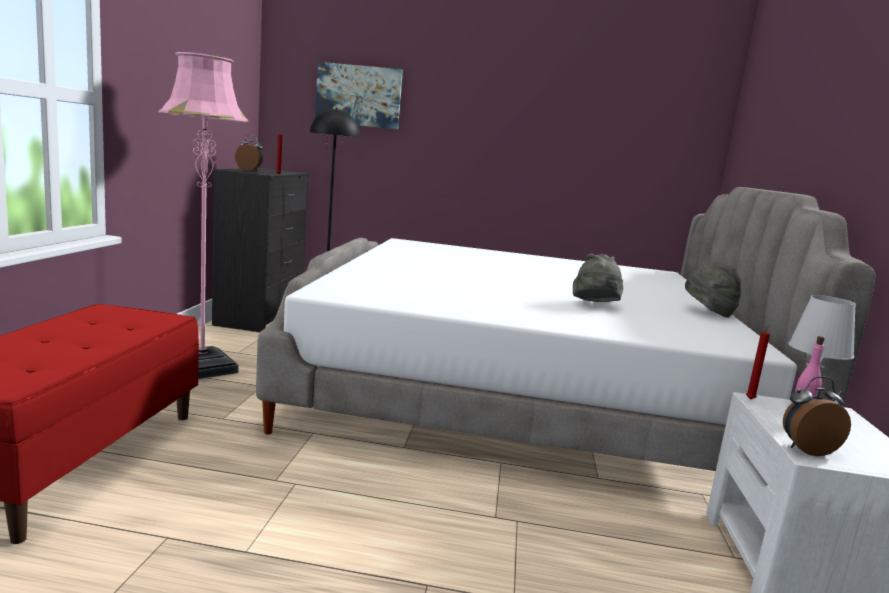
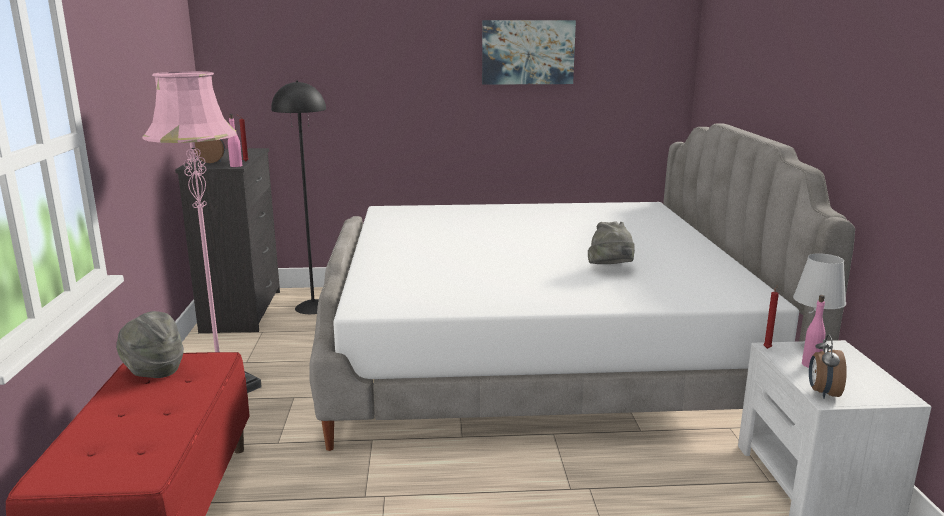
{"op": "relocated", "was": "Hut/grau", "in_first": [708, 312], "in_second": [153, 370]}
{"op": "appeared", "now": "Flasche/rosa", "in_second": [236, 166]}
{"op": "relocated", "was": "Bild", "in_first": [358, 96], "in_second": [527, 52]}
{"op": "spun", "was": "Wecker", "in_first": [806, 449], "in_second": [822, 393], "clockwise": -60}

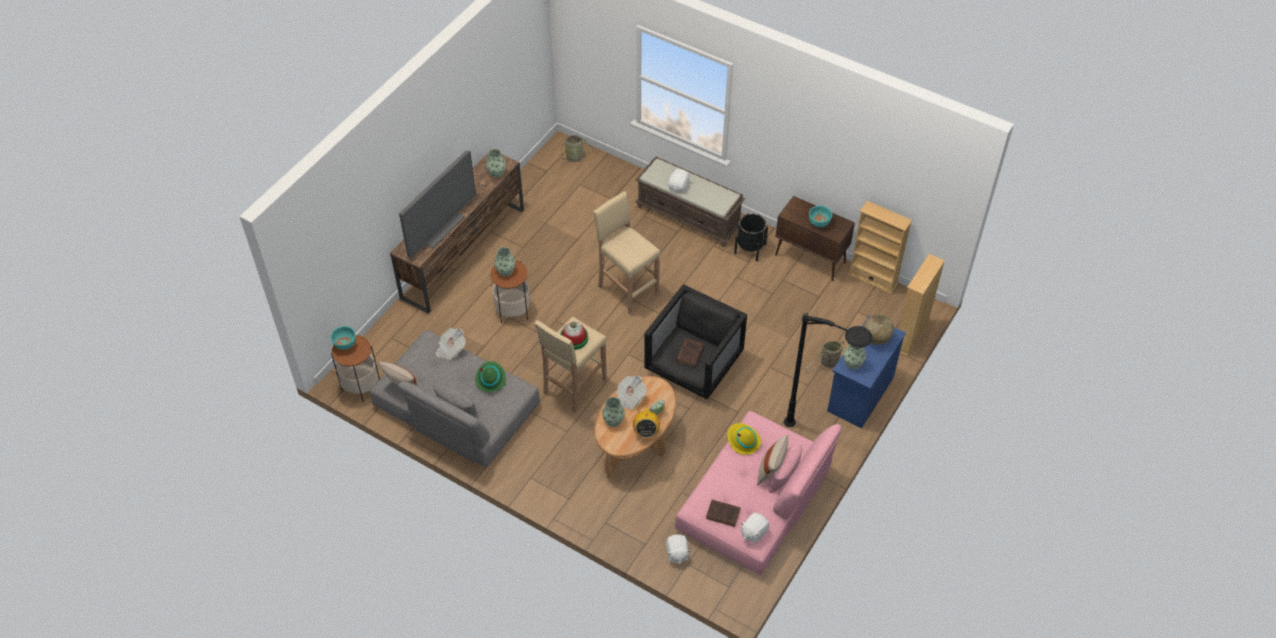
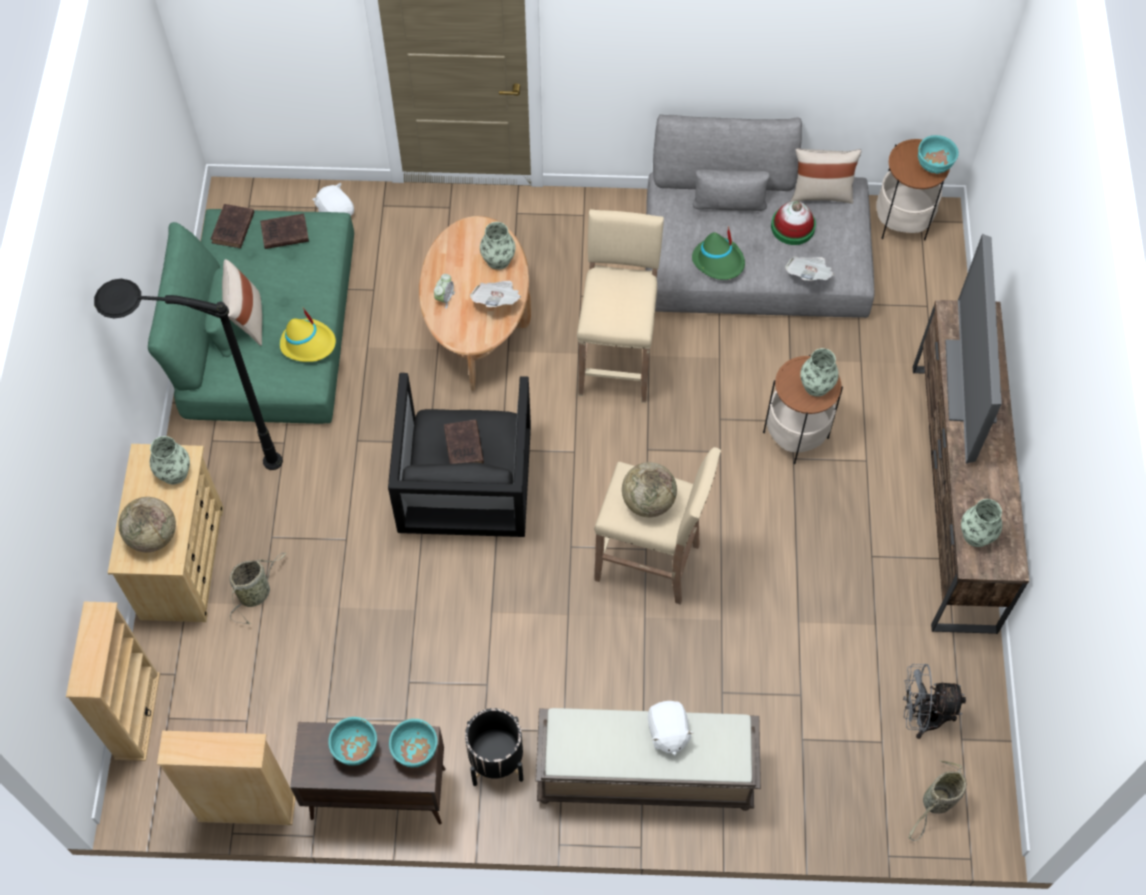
{"op": "colour", "was": "Kommode/blau", "now": "Kommode/beige", "in_first": [860, 394], "in_second": [182, 562]}
{"op": "colour", "was": "Sofa/rosa", "now": "Sofa/grün", "in_first": [755, 499], "in_second": [269, 326]}
{"op": "exchanged", "was": "Plüschtier/weiß", "now": "Buch/braun", "in_first": [753, 532], "in_second": [232, 229]}
{"op": "appeared", "now": "Schüssel/türkis", "in_second": [414, 751]}
{"op": "appeared", "now": "Globus", "in_second": [648, 501]}
{"op": "relocated", "was": "Hut", "in_first": [574, 338], "in_second": [792, 227]}
{"op": "appeared", "now": "Ventilator/grau", "in_second": [921, 717]}
{"op": "missing", "was": "Radio", "in_first": [646, 432]}

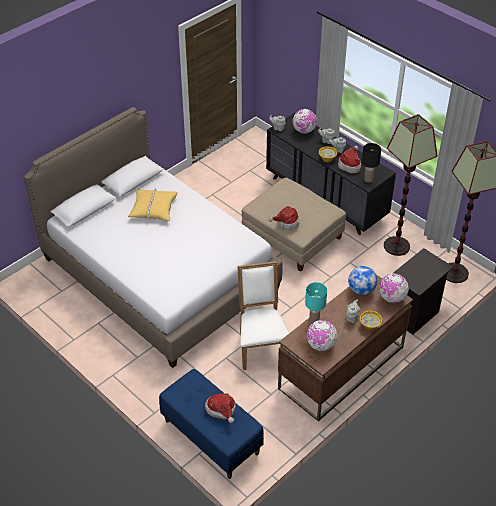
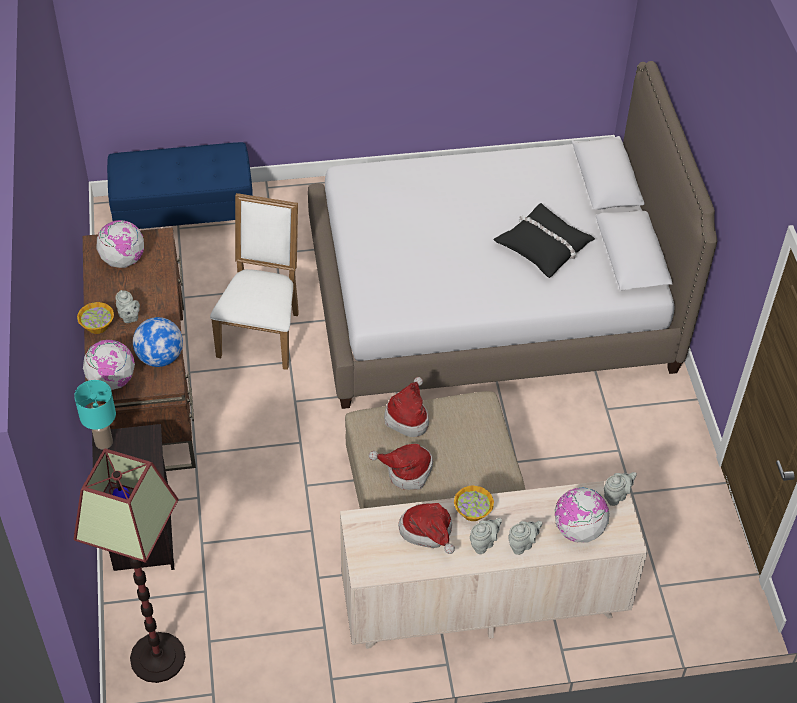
{"op": "relocated", "was": "Tischlampe/türkis", "in_first": [314, 321], "in_second": [103, 442]}
{"op": "spun", "was": "Stuhl/weiß", "in_first": [261, 346], "in_second": [263, 331], "clockwise": -105}
{"op": "colour", "was": "Kommode/schwarz", "now": "Kommode/beige", "in_first": [326, 198], "in_second": [483, 602]}
{"op": "relocated", "was": "Hut", "in_first": [222, 411], "in_second": [406, 471]}
{"op": "colour", "was": "Kissen/gelb", "now": "Kissen/schwarz", "in_first": [153, 209], "in_second": [543, 246]}
{"op": "missing", "was": "Tischlampe/schwarz", "in_first": [368, 179]}
{"op": "missing", "was": "Stehlampe", "in_first": [397, 246]}

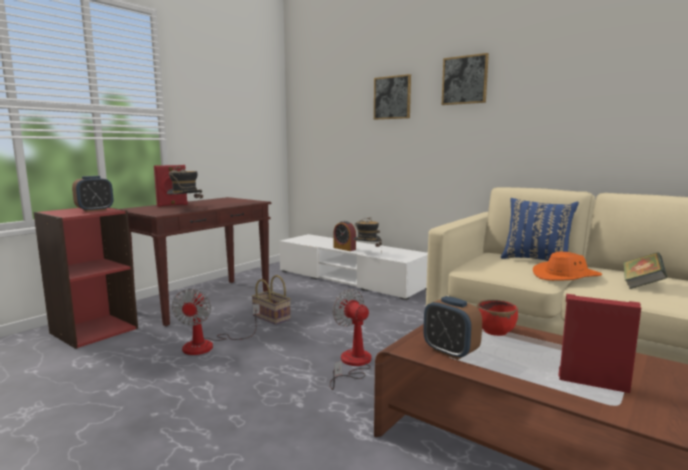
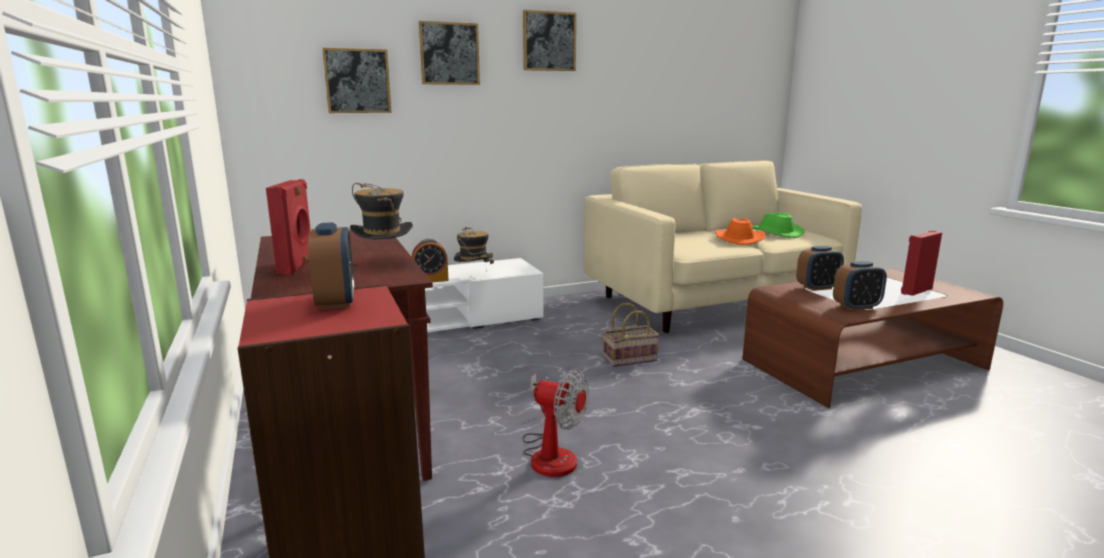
{"op": "appeared", "now": "Bild", "in_second": [357, 81]}
{"op": "relocated", "was": "Korb", "in_first": [272, 317], "in_second": [630, 358]}
{"op": "exchanged", "was": "Buch", "now": "Hut/grün", "in_first": [641, 285], "in_second": [775, 233]}
{"op": "exchanged", "was": "Schüssel/rot", "now": "Wecker", "in_first": [495, 331], "in_second": [817, 287]}
{"op": "missing", "was": "Ventilator", "in_first": [352, 364]}
{"op": "missing", "was": "Kissen/blau", "in_first": [536, 260]}

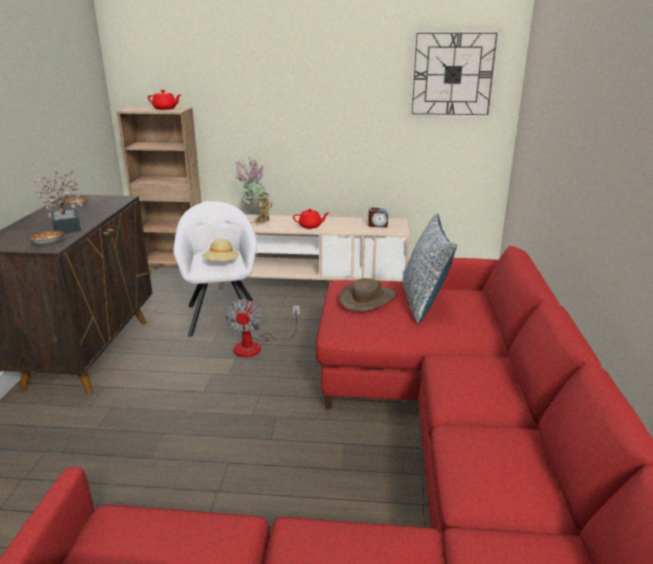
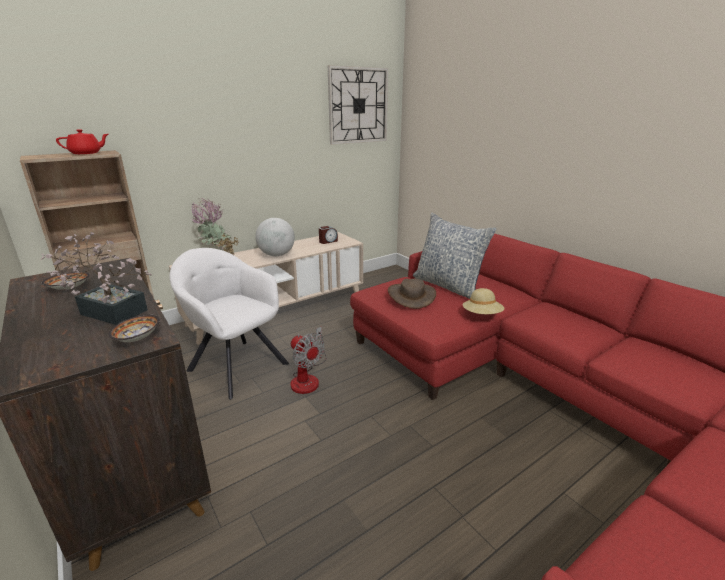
{"op": "exchanged", "was": "Teekanne/rot", "now": "Globus", "in_first": [310, 226], "in_second": [276, 255]}
{"op": "relocated", "was": "Hut/beige", "in_first": [221, 263], "in_second": [482, 315]}

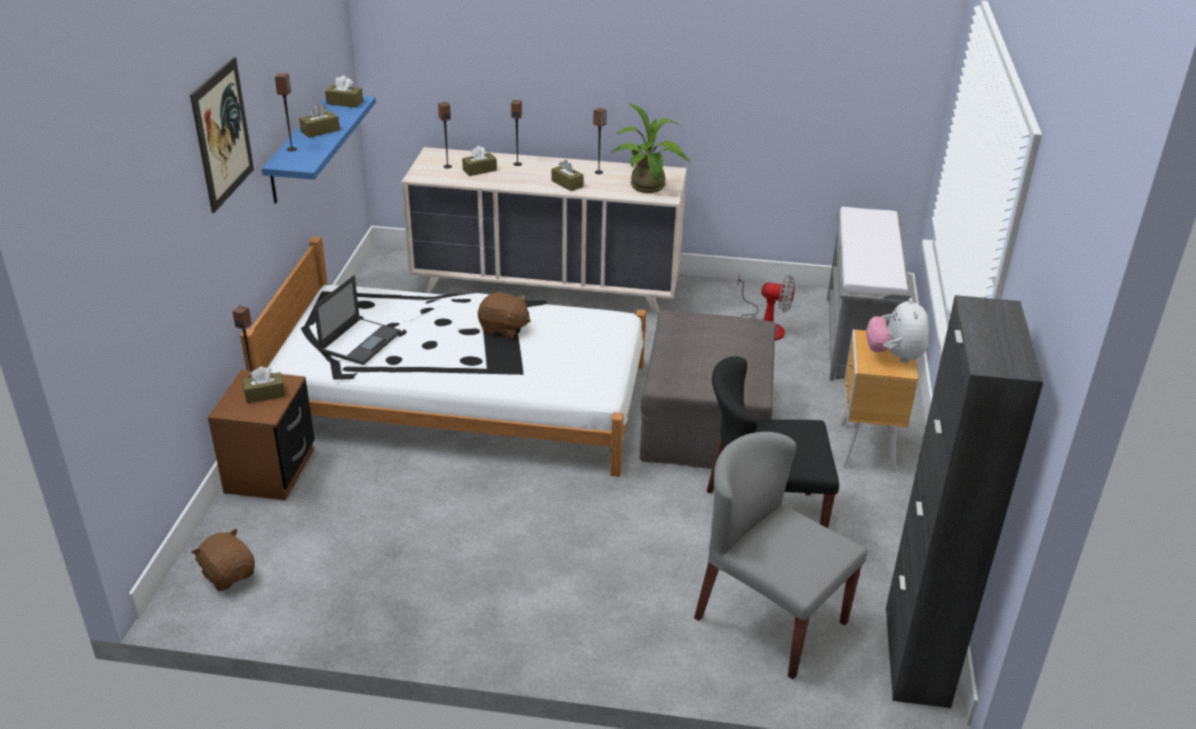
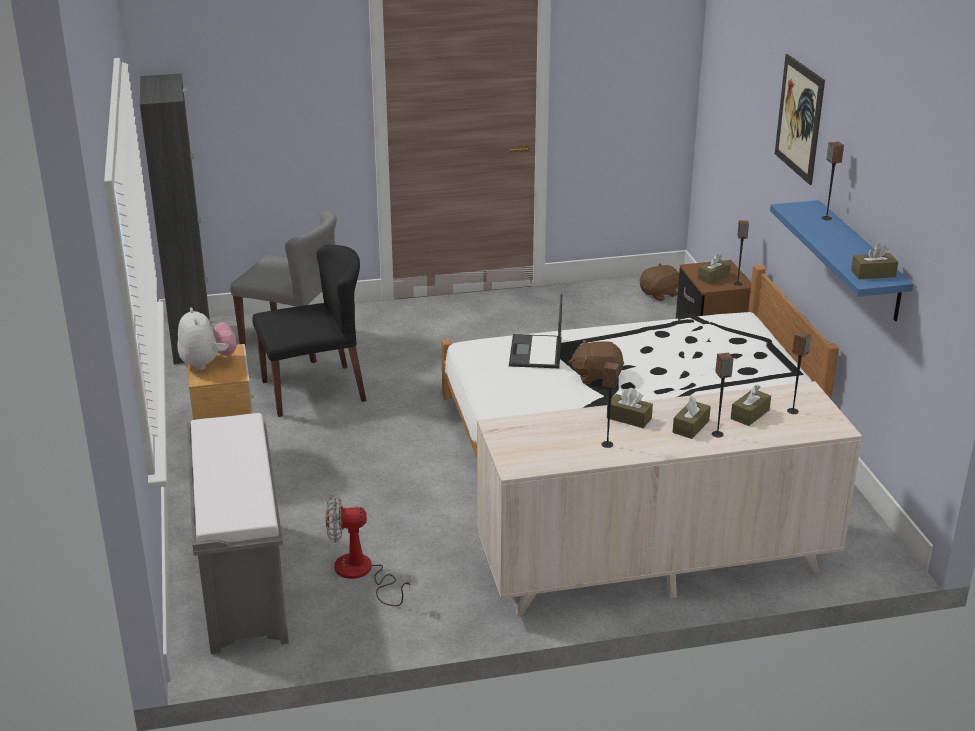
{"op": "relocated", "was": "Laptop", "in_first": [360, 341], "in_second": [536, 352]}
{"op": "spun", "was": "Plüschtier/braun", "in_first": [229, 574], "in_second": [660, 294], "clockwise": -60}
{"op": "relocated", "was": "Taschentuchbox/braun", "in_first": [320, 131], "in_second": [690, 427]}
{"op": "missing", "was": "Topfpflanze", "in_first": [649, 188]}
{"op": "missing", "was": "Polsterhocker/grau", "in_first": [705, 423]}

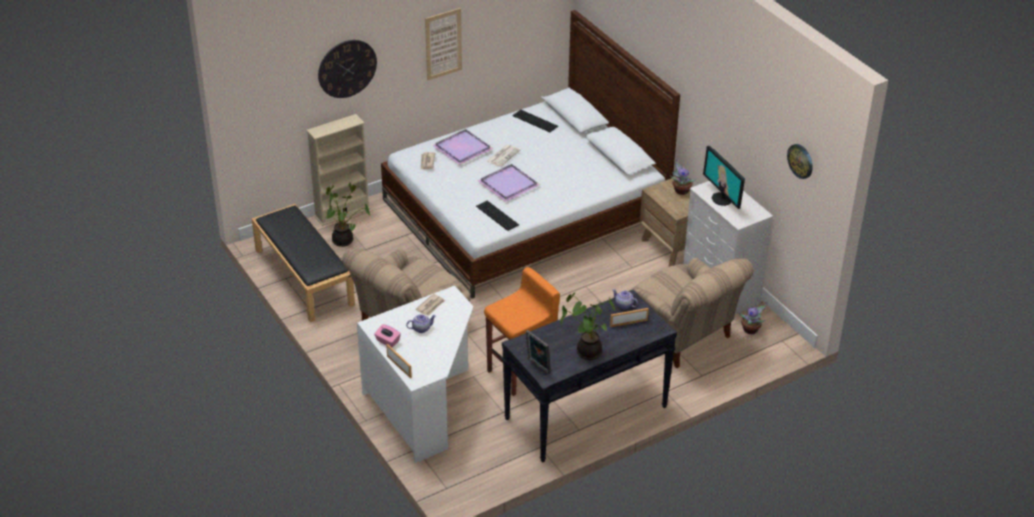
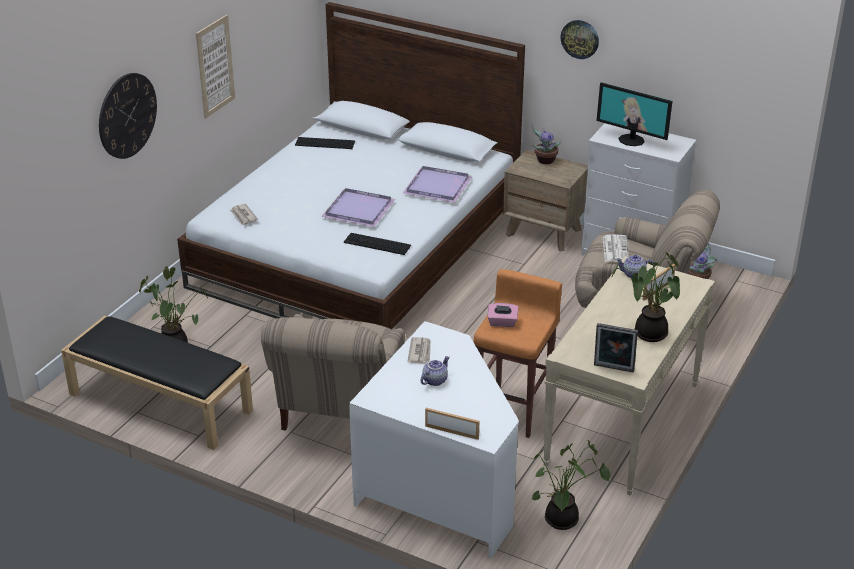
{"op": "relocated", "was": "Tablett/lila", "in_first": [462, 149], "in_second": [438, 187]}
{"op": "relocated", "was": "Taschentuchbox/rosa", "in_first": [387, 341], "in_second": [502, 323]}
{"op": "appeared", "now": "Topfpflanze", "in_second": [562, 522]}
{"op": "colour", "was": "Konsolentisch/schwarz", "now": "Konsolentisch/beige", "in_first": [585, 413], "in_second": [623, 424]}
{"op": "relocated", "was": "Wanduhr", "in_first": [800, 161], "in_second": [580, 39]}
{"op": "relocated", "was": "Zeitung", "in_first": [503, 155], "in_second": [615, 249]}
{"op": "missing", "was": "Bücherregal/beige", "in_first": [342, 212]}

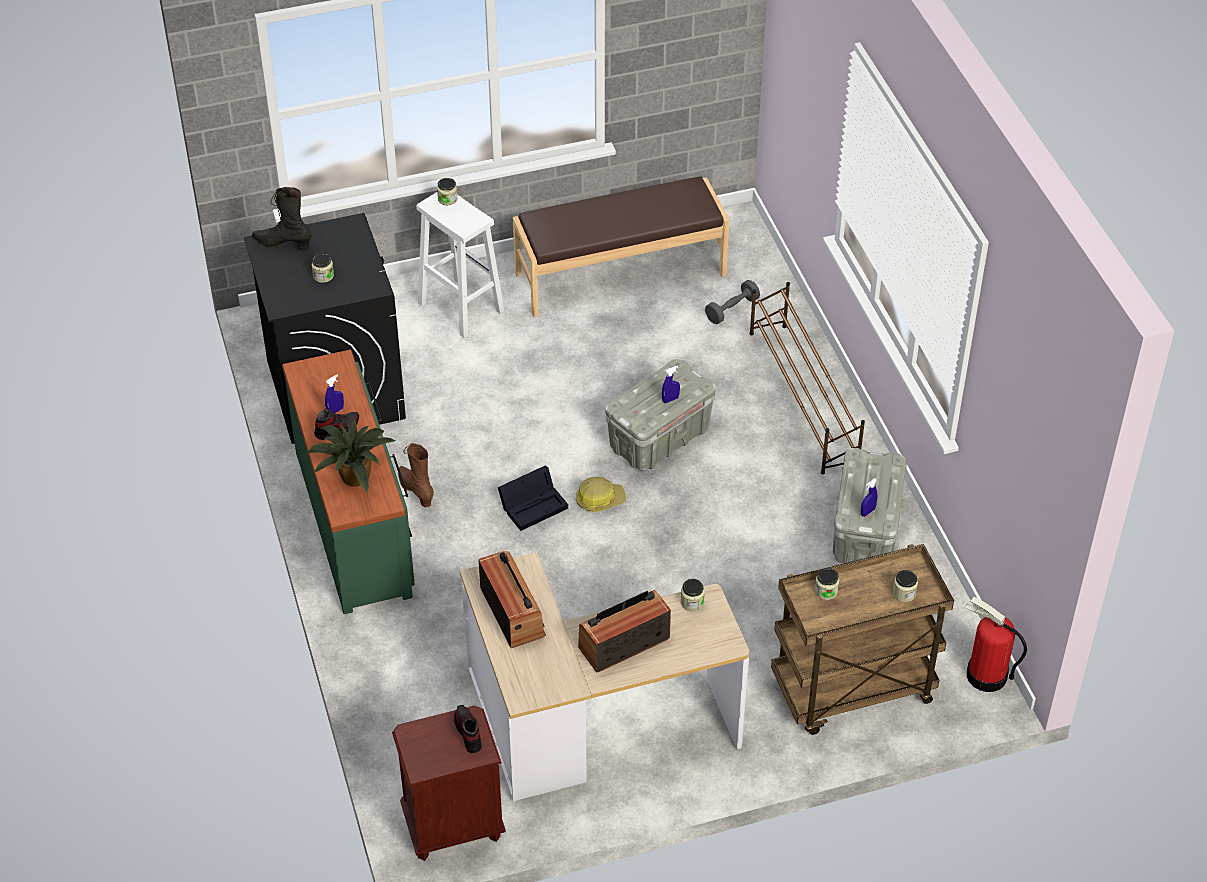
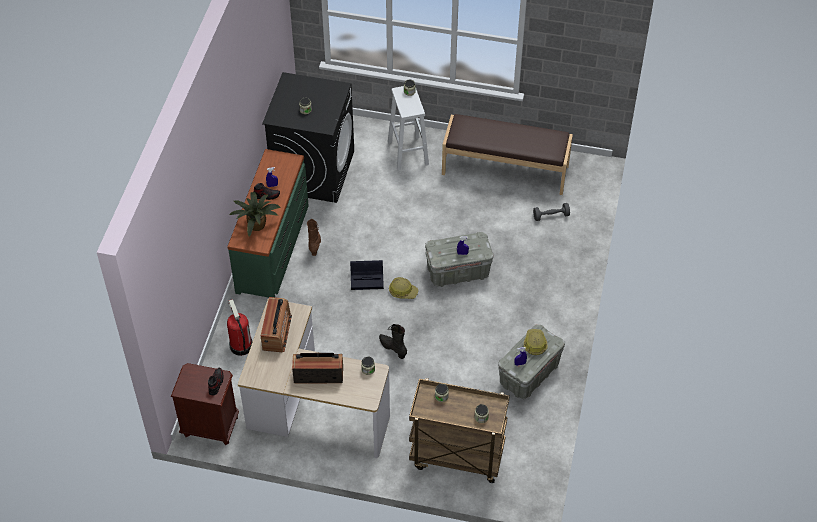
{"op": "relocated", "was": "Feuerlöscher", "in_first": [986, 676], "in_second": [240, 346]}
{"op": "relocated", "was": "Stiefel/schwarz", "in_first": [283, 244], "in_second": [393, 348]}
{"op": "appeared", "now": "Schutzhelm", "in_second": [534, 344]}
{"op": "missing", "was": "Schuhregal/braun", "in_first": [802, 398]}

